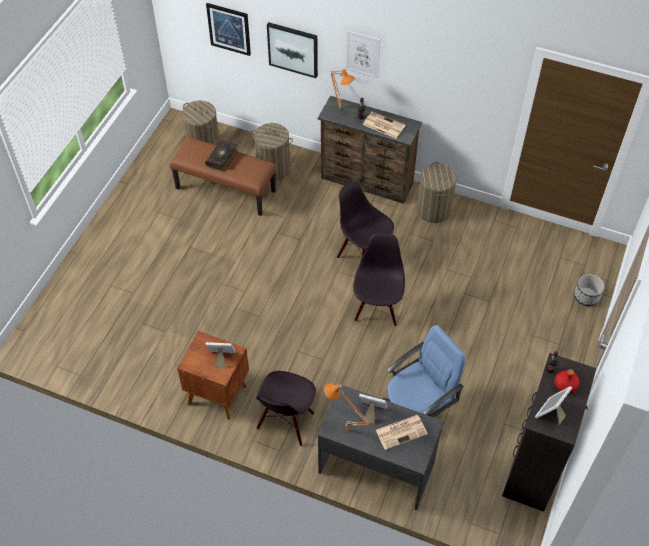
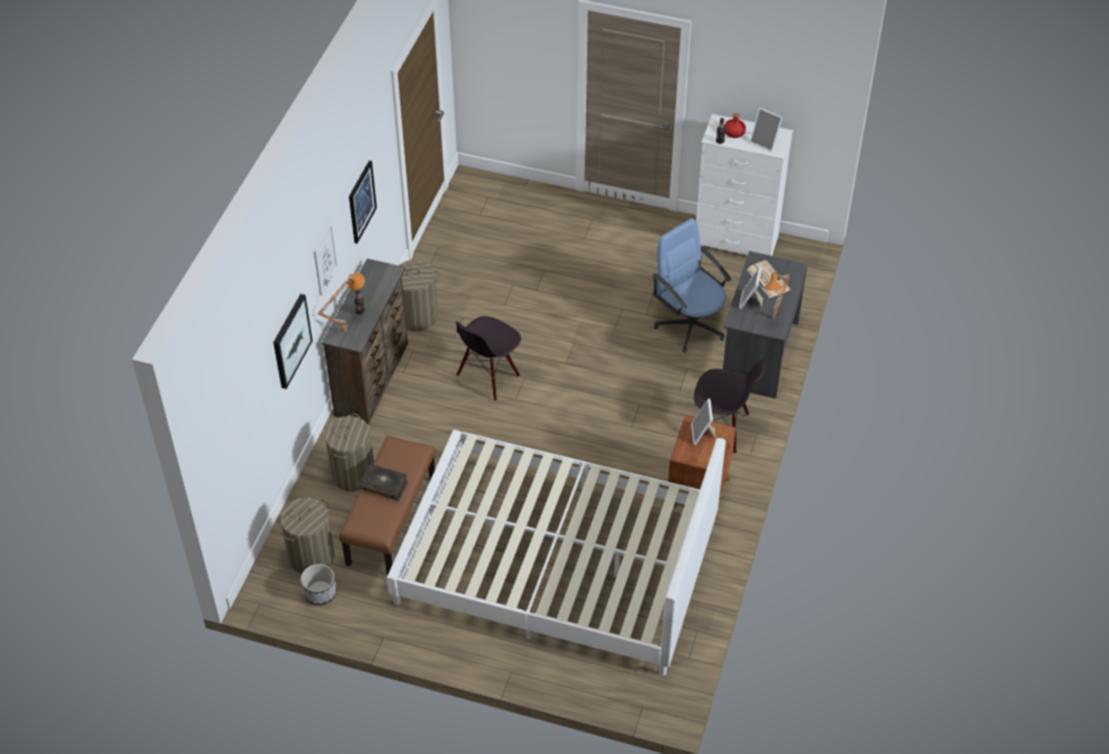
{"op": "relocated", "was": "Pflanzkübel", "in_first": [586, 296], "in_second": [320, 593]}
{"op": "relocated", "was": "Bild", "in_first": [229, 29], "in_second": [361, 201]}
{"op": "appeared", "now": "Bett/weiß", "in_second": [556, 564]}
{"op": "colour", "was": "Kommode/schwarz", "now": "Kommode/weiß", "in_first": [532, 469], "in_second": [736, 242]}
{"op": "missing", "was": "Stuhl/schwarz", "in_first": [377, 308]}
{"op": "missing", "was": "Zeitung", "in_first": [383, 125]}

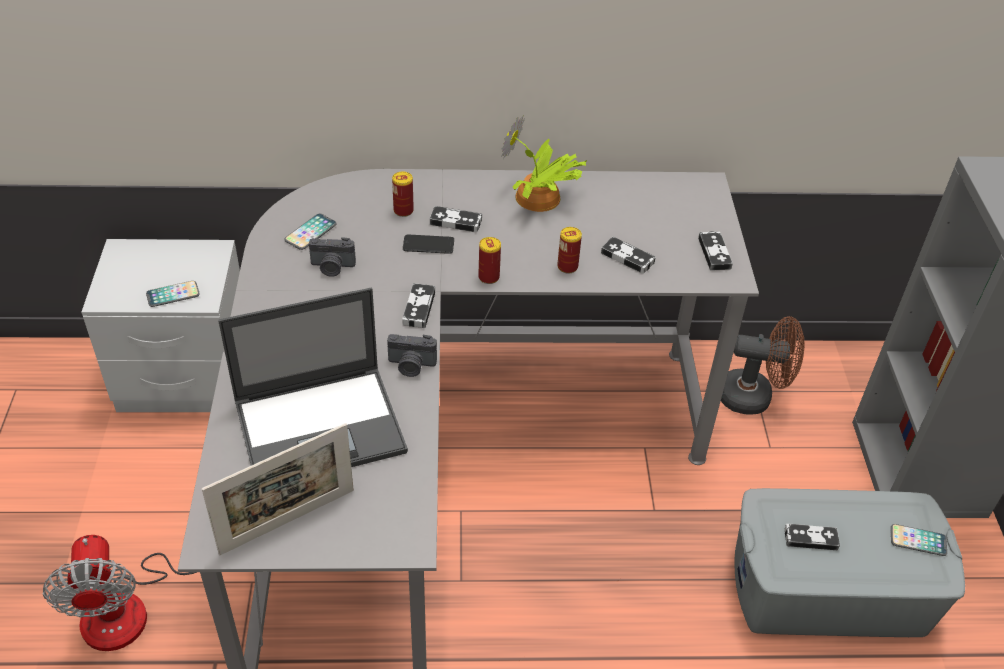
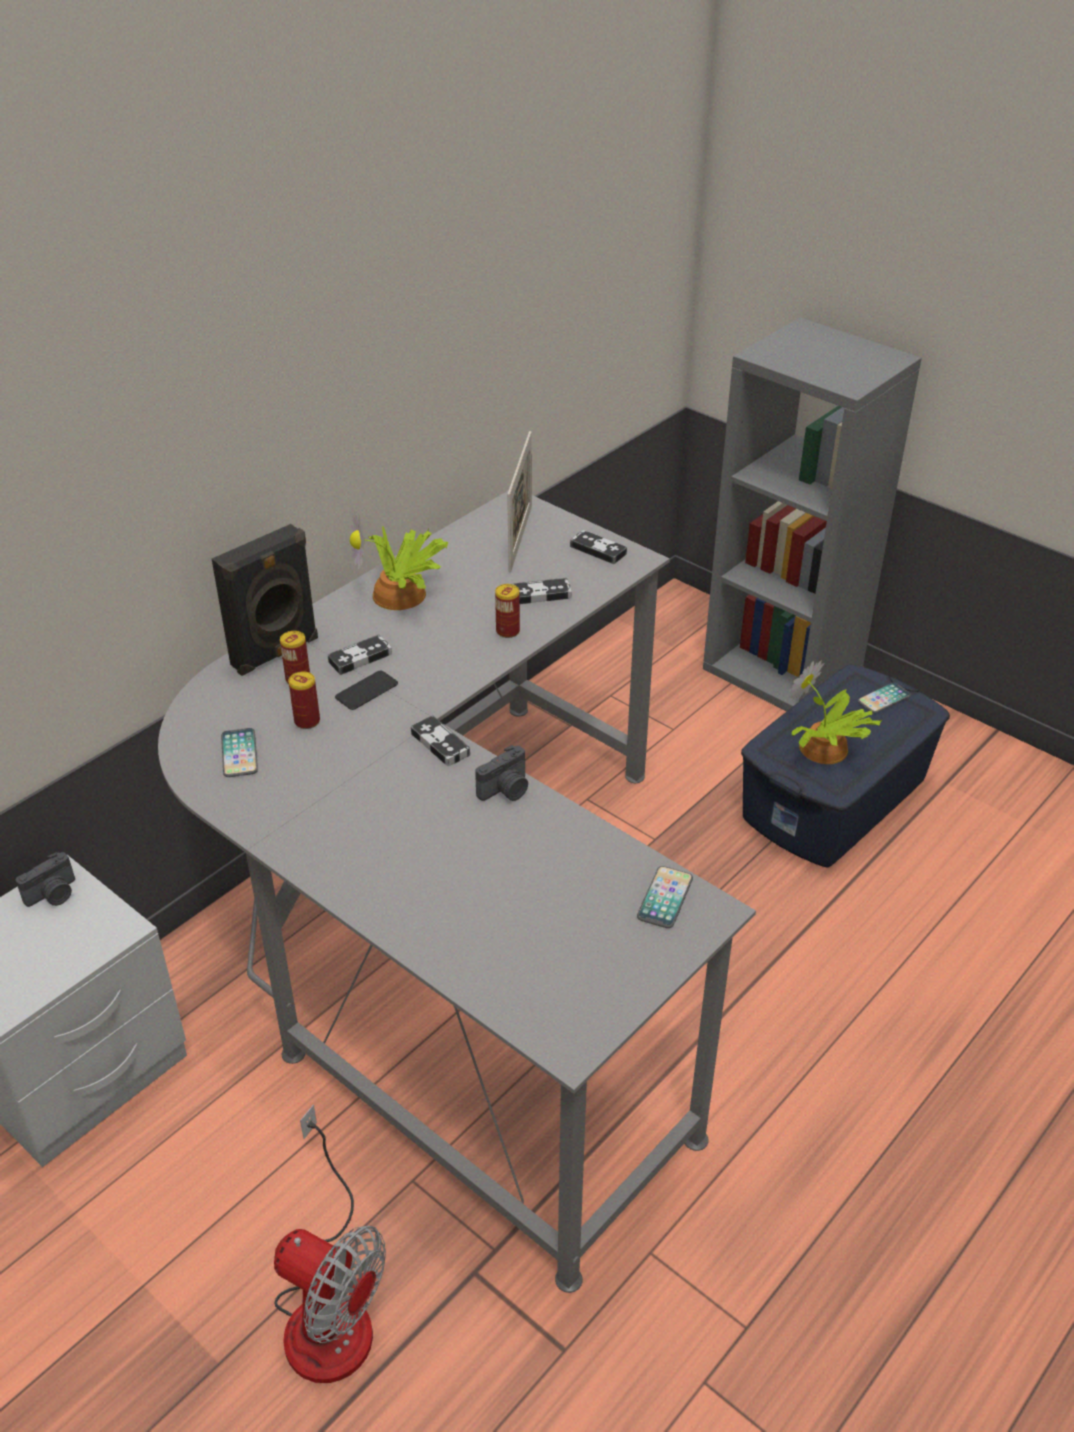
{"op": "relocated", "was": "Kamera", "in_first": [332, 267], "in_second": [53, 895]}
{"op": "appeared", "now": "Lautsprecher/schwarz", "in_second": [276, 653]}
{"op": "relocated", "was": "Dose", "in_first": [489, 277], "in_second": [307, 721]}
{"op": "relocated", "was": "Bilderrahmen", "in_first": [288, 521], "in_second": [520, 538]}
{"op": "relocated", "was": "Handy", "in_first": [173, 294], "in_second": [665, 898]}
{"op": "colour", "was": "Aufbewahrungsbox/grau", "now": "Aufbewahrungsbox/blau", "in_first": [829, 591], "in_second": [836, 798]}
{"op": "exchanged", "was": "Gamepad", "now": "Topfpflanze", "in_first": [810, 539], "in_second": [824, 750]}
{"op": "missing", "was": "Laptop", "in_first": [322, 426]}
{"op": "missing", "was": "Ventilator/braun", "in_first": [754, 397]}

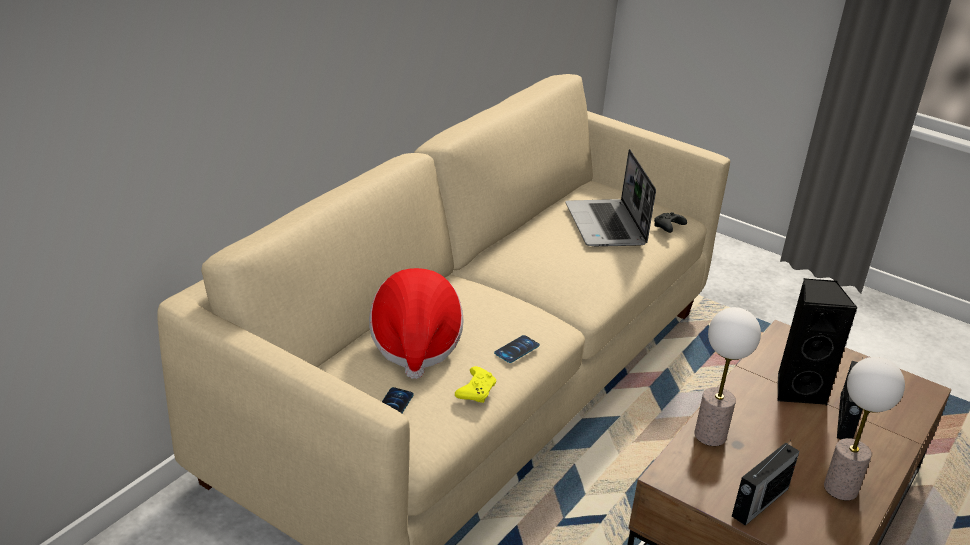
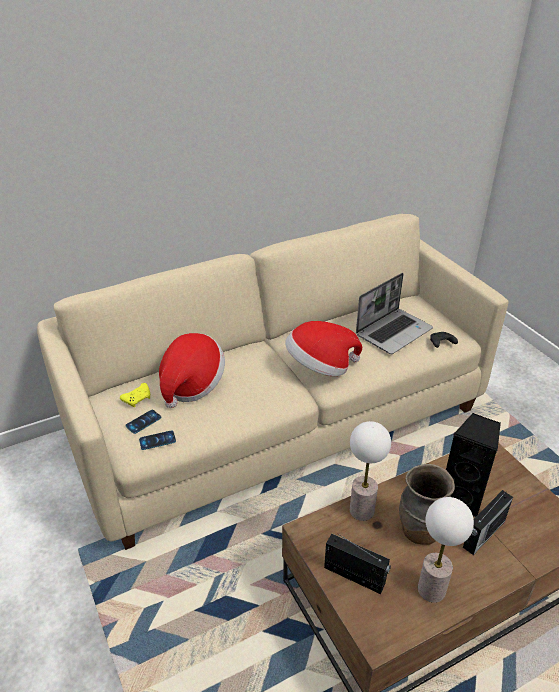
{"op": "relocated", "was": "Gamepad/gelb", "in_first": [476, 391], "in_second": [138, 398]}
{"op": "relocated", "was": "Handy", "in_first": [517, 349], "in_second": [157, 440]}
{"op": "appeared", "now": "Hut", "in_second": [320, 367]}
{"op": "spun", "was": "Radio", "in_first": [759, 503], "in_second": [355, 576], "clockwise": -135}
{"op": "spun", "was": "Laptop", "in_first": [607, 226], "in_second": [394, 331], "clockwise": -150}
{"op": "appeared", "now": "Vase/braun", "in_second": [419, 531]}

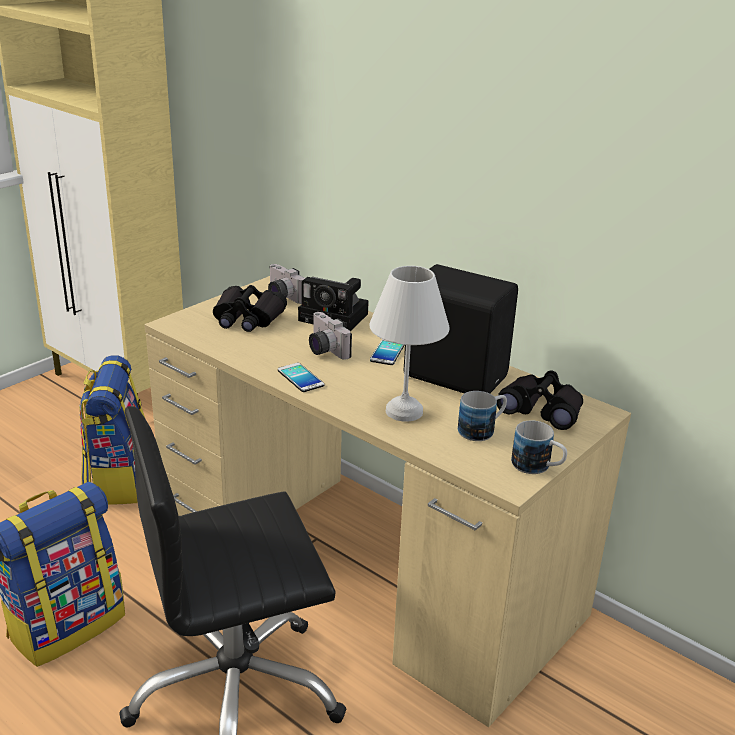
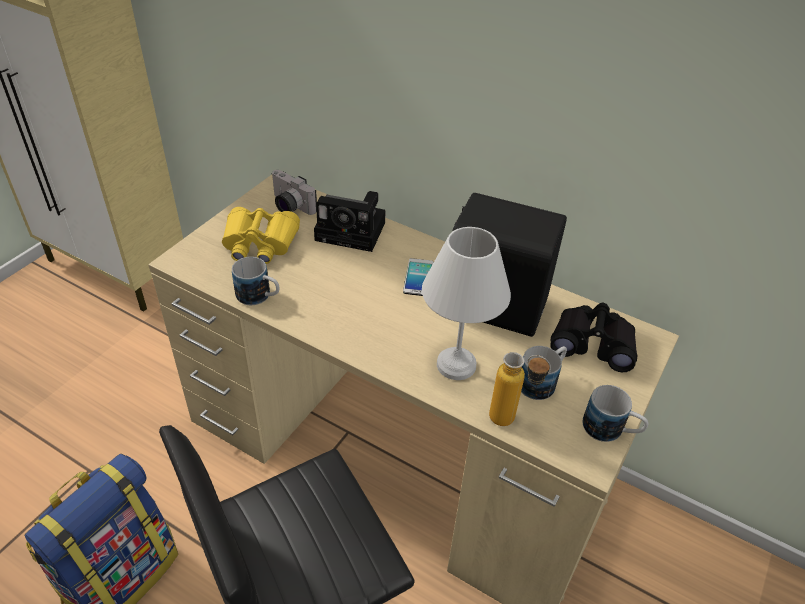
{"op": "colour", "was": "Fernglas/schwarz", "now": "Fernglas/gelb", "in_first": [247, 318], "in_second": [259, 243]}
{"op": "appeared", "now": "Henkelbecher", "in_second": [259, 297]}
{"op": "appeared", "now": "Flasche", "in_second": [511, 421]}
{"op": "missing", "was": "Rucksack", "in_first": [118, 480]}
{"op": "missing", "was": "Handy", "in_first": [300, 378]}
{"op": "missing", "was": "Kamera", "in_first": [324, 350]}

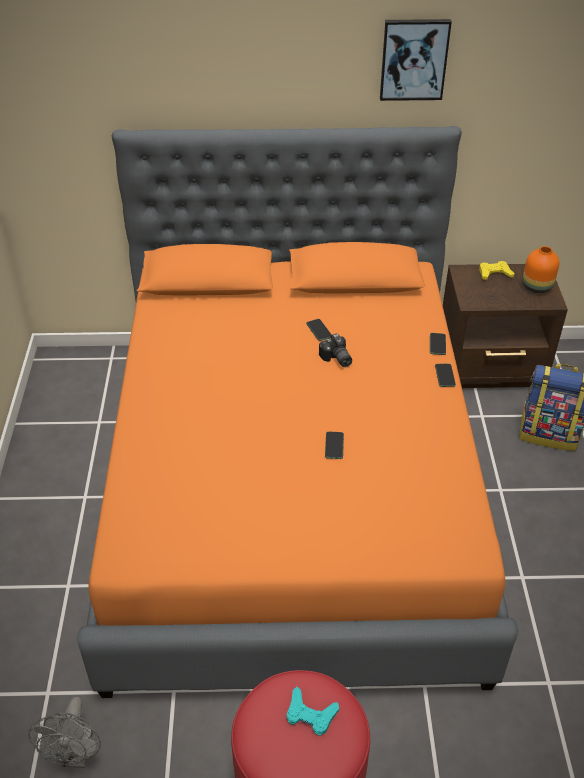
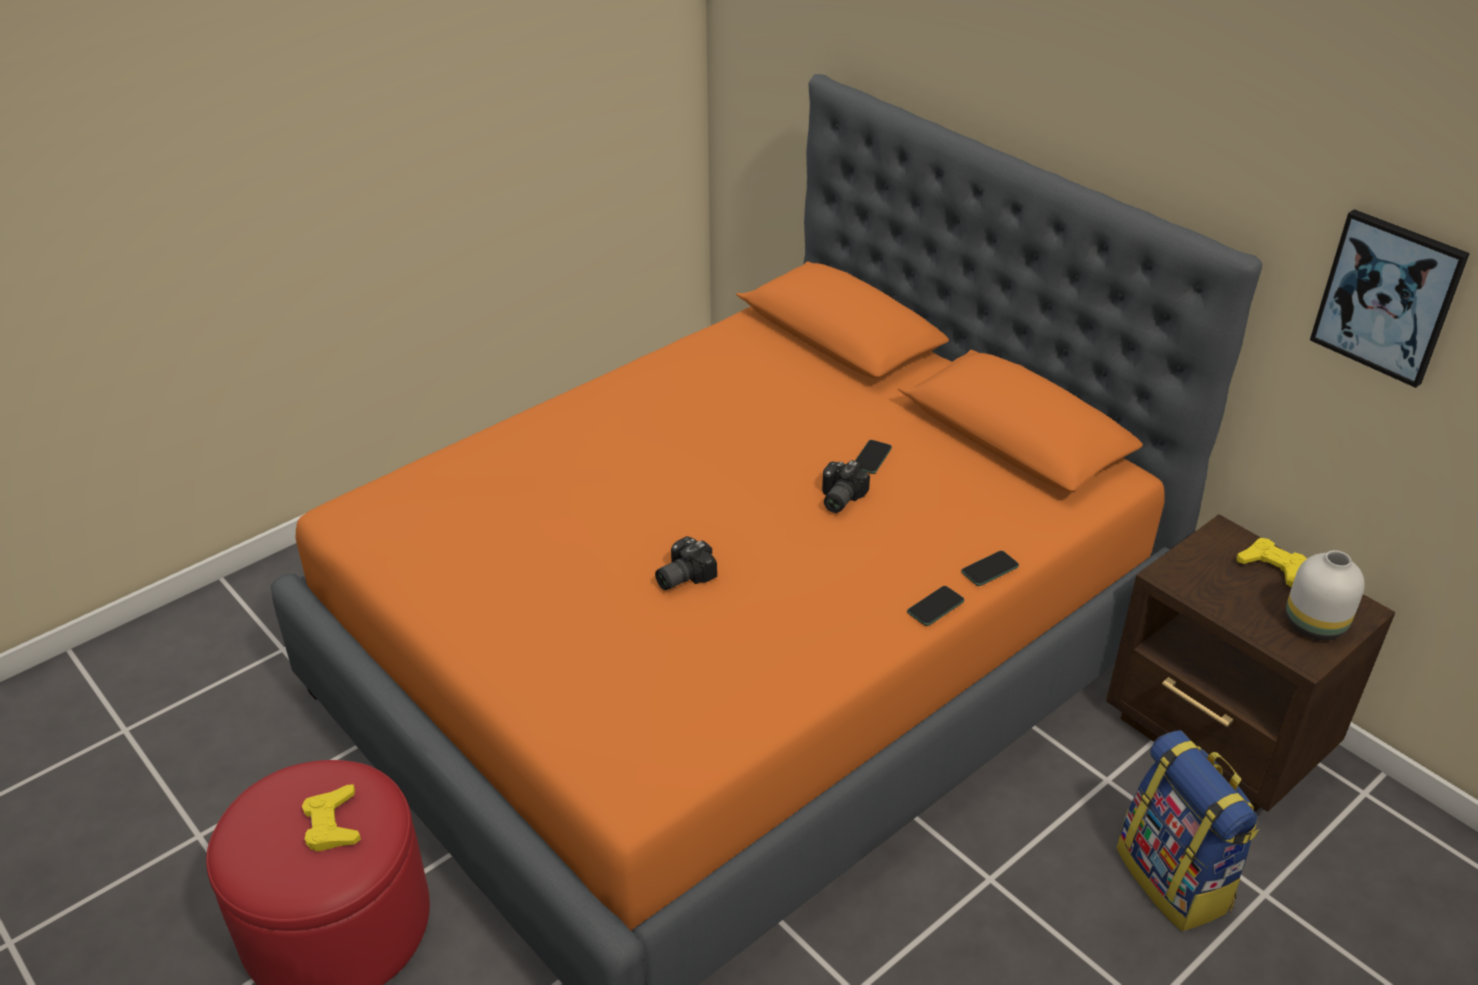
{"op": "colour", "was": "Gamepad/türkis", "now": "Gamepad/gelb", "in_first": [310, 715], "in_second": [332, 824]}
{"op": "exchanged", "was": "Handy", "now": "Kamera", "in_first": [334, 446], "in_second": [681, 576]}
{"op": "colour", "was": "Vase/orange", "now": "Vase/weiß", "in_first": [537, 286], "in_second": [1316, 624]}
{"op": "relocated", "was": "Bild", "in_first": [414, 59], "in_second": [1388, 297]}
{"op": "missing", "was": "Ventilator/grau", "in_first": [77, 755]}

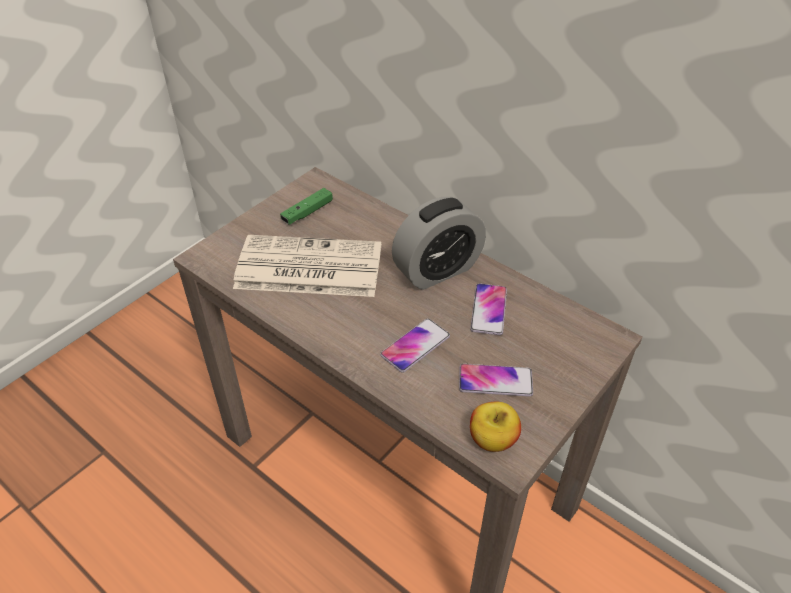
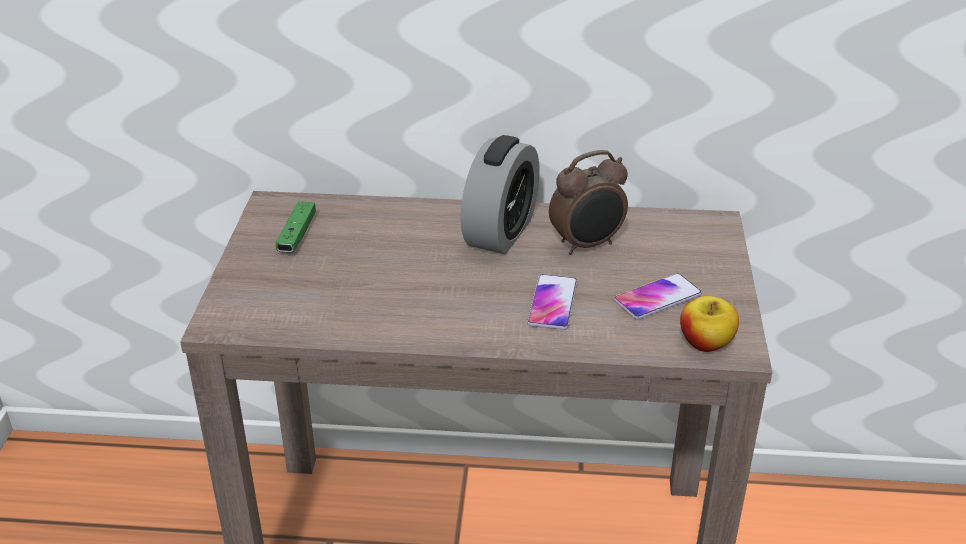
{"op": "exchanged", "was": "Handy", "now": "Wecker", "in_first": [489, 310], "in_second": [587, 245]}
{"op": "missing", "was": "Zeitung", "in_first": [307, 268]}

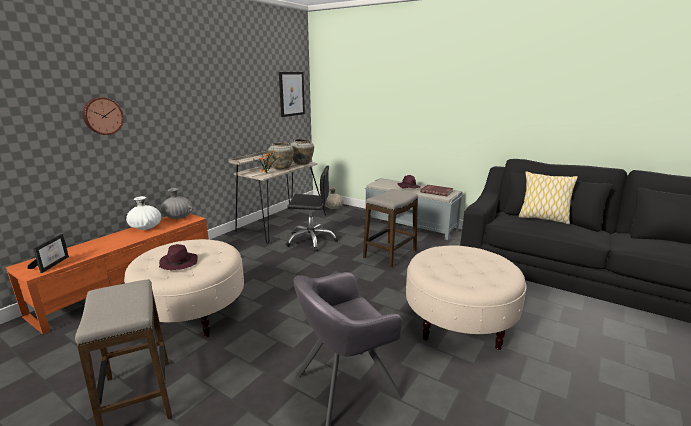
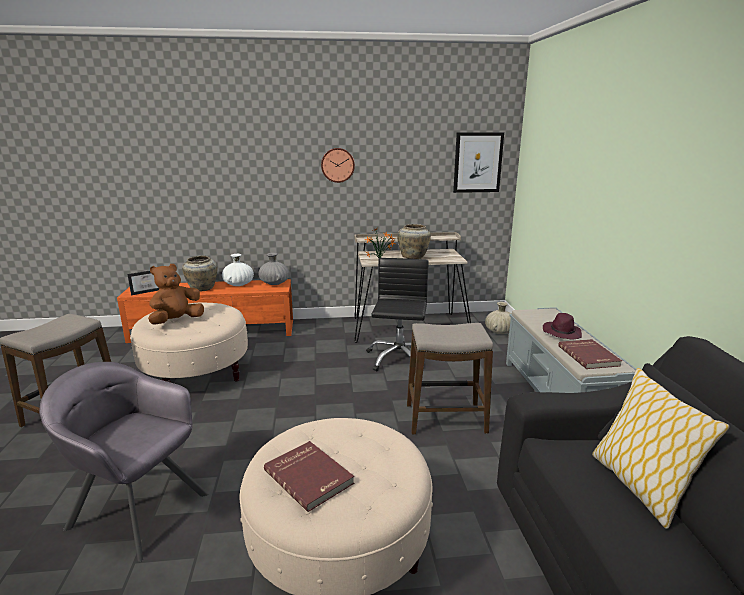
{"op": "exchanged", "was": "Hut/lila", "now": "Plüschtier/braun", "in_first": [178, 263], "in_second": [176, 321]}
{"op": "relocated", "was": "Vase/beige", "in_first": [302, 163], "in_second": [202, 288]}
{"op": "appeared", "now": "Buch/rot", "in_second": [310, 476]}
{"op": "relocated", "was": "Wanduhr", "in_first": [102, 116], "in_second": [337, 165]}
{"op": "spun", "was": "Bürostuhl/schwarz", "in_first": [311, 240], "in_second": [398, 358], "clockwise": -135}

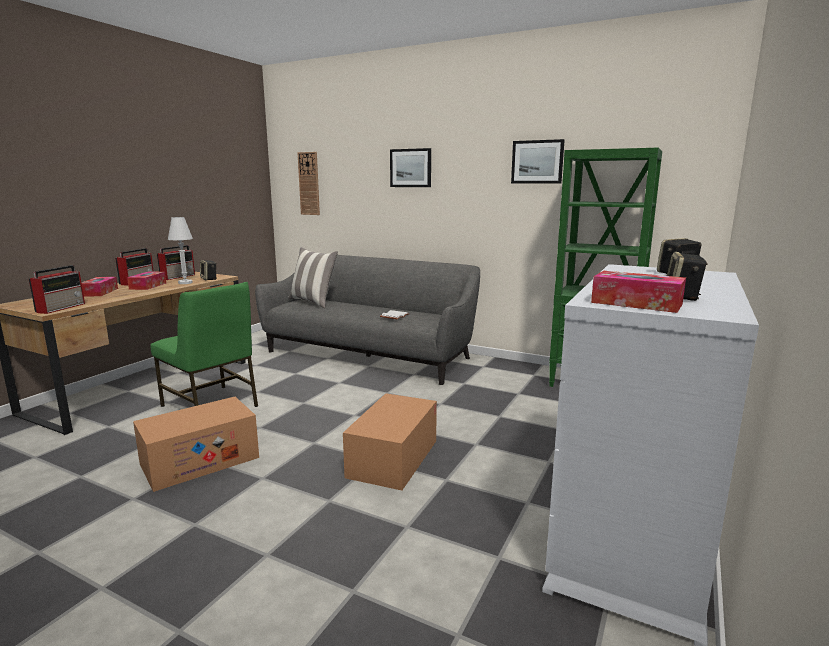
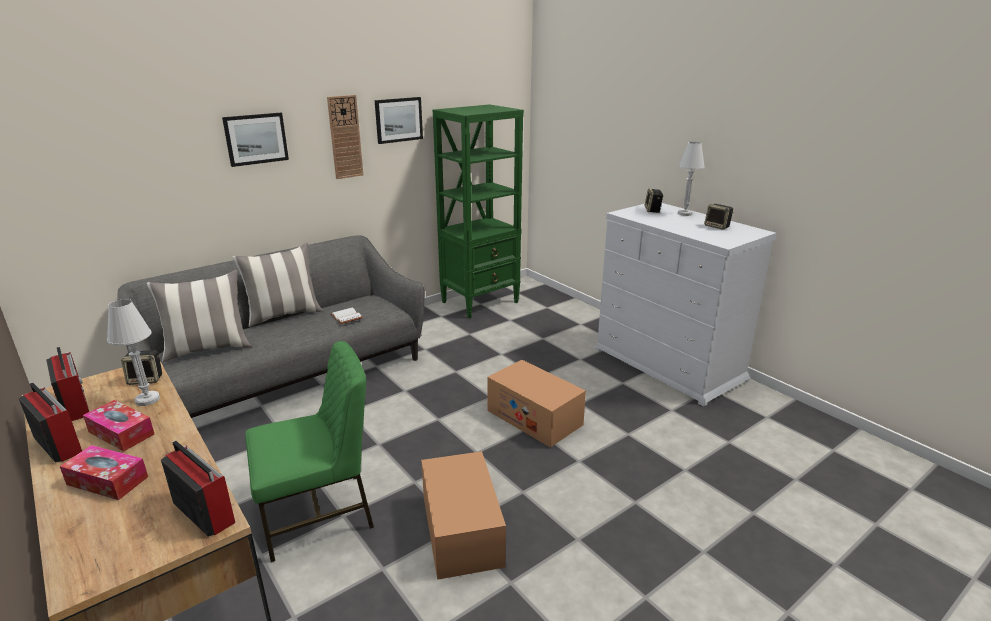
{"op": "appeared", "now": "Kissen", "in_second": [284, 315]}
{"op": "relocated", "was": "Wanduhr", "in_first": [309, 183], "in_second": [345, 137]}
{"op": "appeared", "now": "Tischlampe/weiß", "in_second": [685, 213]}
{"op": "missing", "was": "Taschentuchbox", "in_first": [636, 303]}

